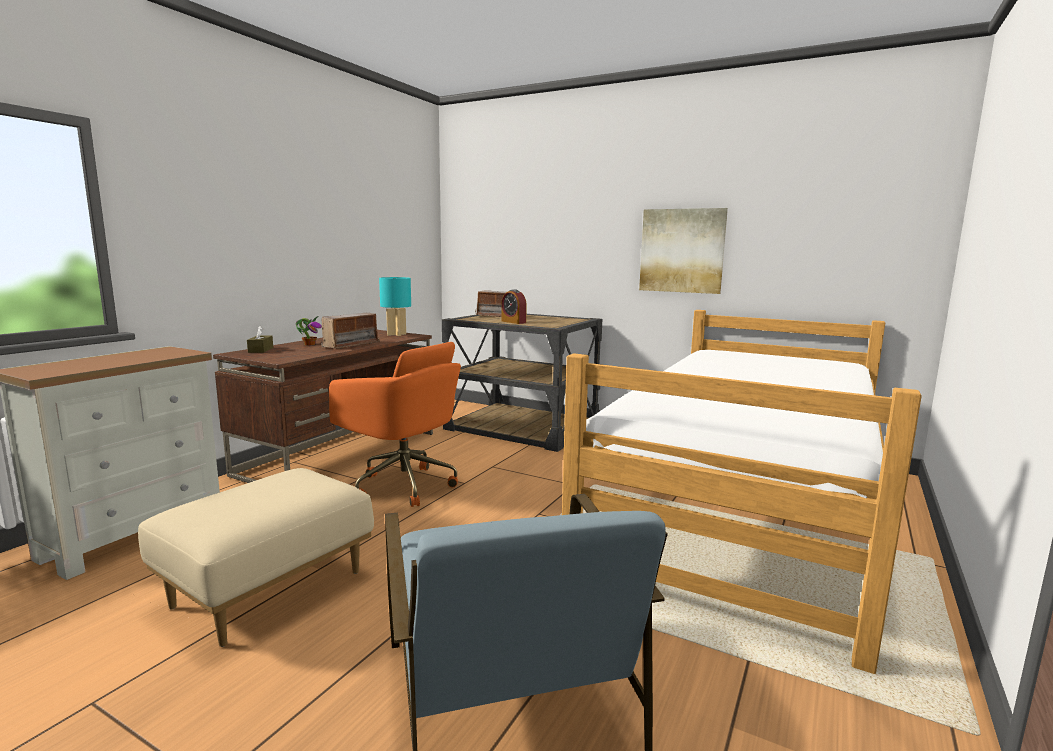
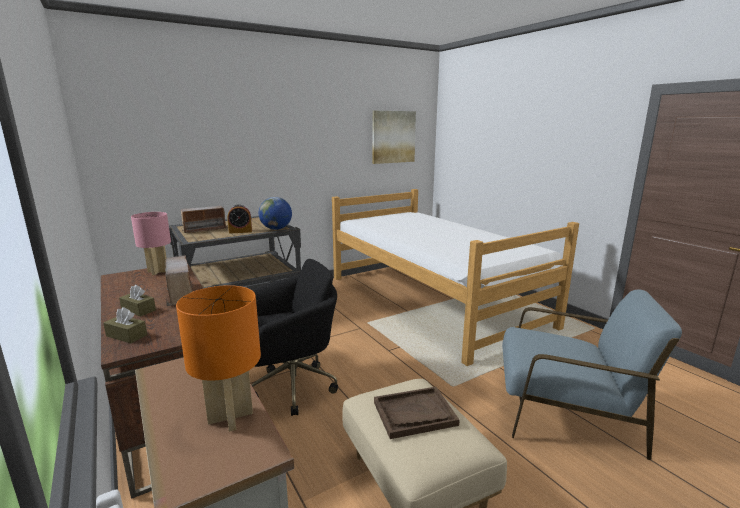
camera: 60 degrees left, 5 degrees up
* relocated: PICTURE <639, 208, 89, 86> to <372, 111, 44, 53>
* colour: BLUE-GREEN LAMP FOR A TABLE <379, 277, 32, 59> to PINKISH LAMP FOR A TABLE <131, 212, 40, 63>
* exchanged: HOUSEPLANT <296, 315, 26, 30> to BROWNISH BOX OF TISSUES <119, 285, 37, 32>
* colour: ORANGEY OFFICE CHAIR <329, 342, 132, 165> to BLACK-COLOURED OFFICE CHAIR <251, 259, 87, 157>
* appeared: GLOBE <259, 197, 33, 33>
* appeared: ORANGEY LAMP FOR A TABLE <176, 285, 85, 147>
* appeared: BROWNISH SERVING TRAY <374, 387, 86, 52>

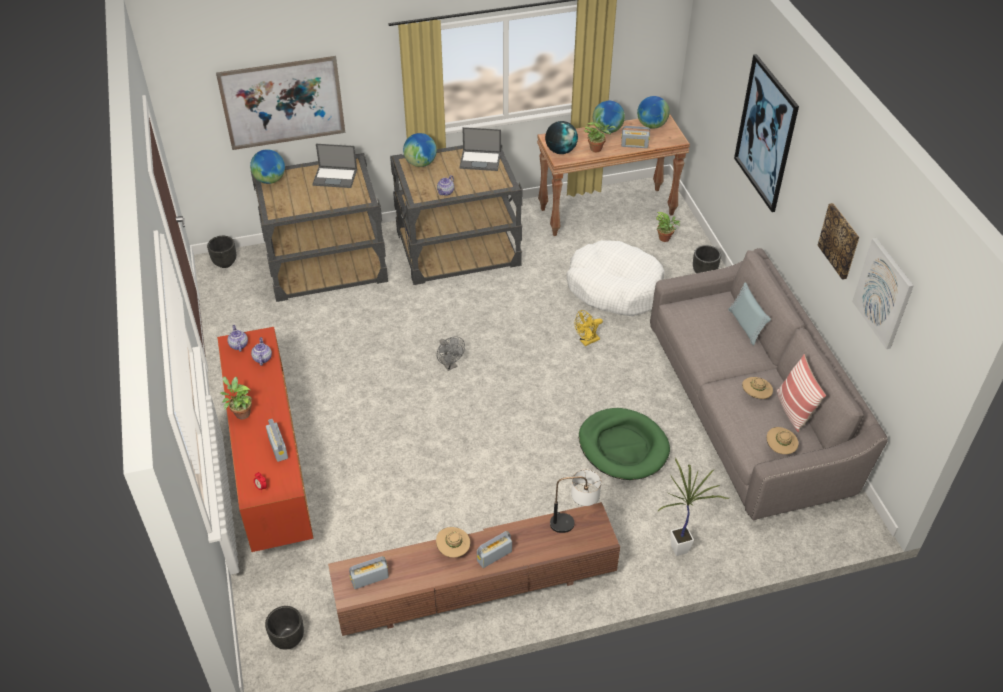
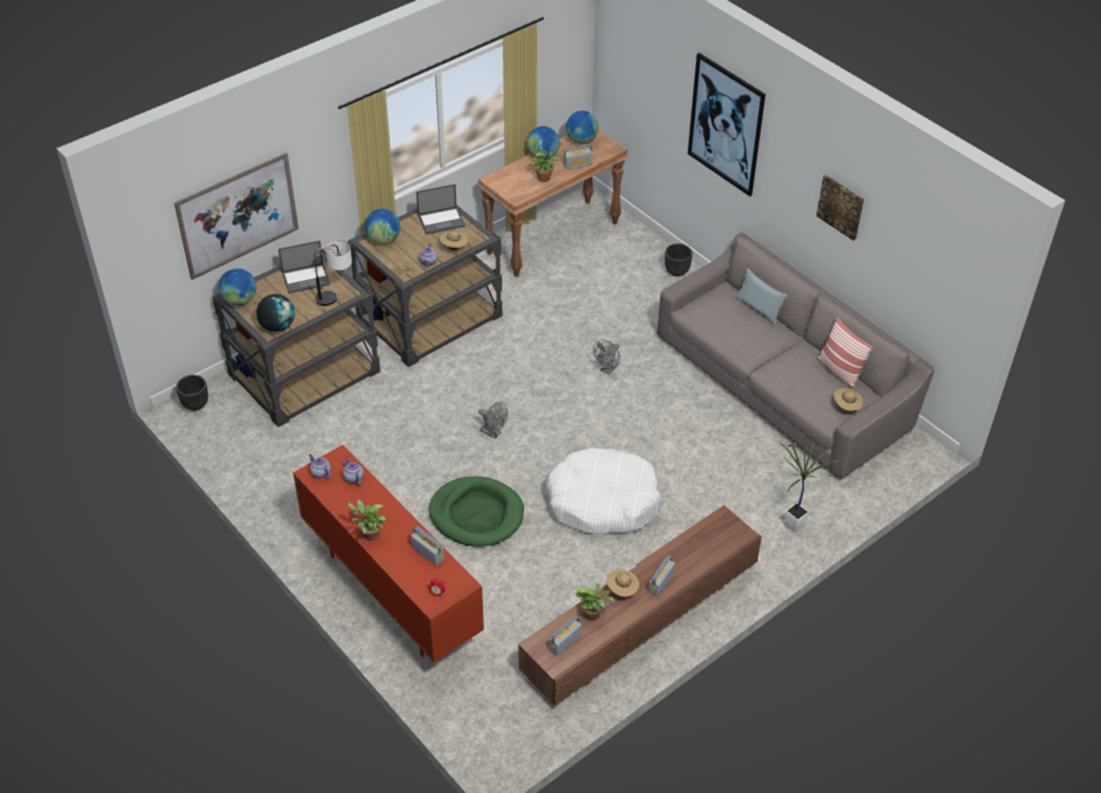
camera: 25 degrees left, 0 degrees up
* relocated: GLOBE <545, 121, 33, 33> to <256, 294, 39, 38>
* relocated: HOUSEPLANT <656, 212, 24, 30> to <576, 583, 39, 38>
* missing: PICTURE <852, 238, 62, 111>
* relocated: WHITISH DOG CUSHION <566, 240, 99, 76> to <545, 448, 116, 86>
* colour: YELLOWISH FAN <575, 310, 28, 36> to GRAY FAN <593, 339, 27, 35>
* relocated: SAND-COLOURED WEARABLE HAT <742, 377, 31, 22> to <440, 231, 28, 19>
* relocated: GREEN DOG CUSHION <579, 408, 91, 72> to <429, 476, 95, 71>
* relocated: LAMP FOR A TABLE <550, 469, 51, 64> to <314, 240, 38, 66>
* missing: BLACK-COLOURED FLOWER POT <265, 606, 39, 43>

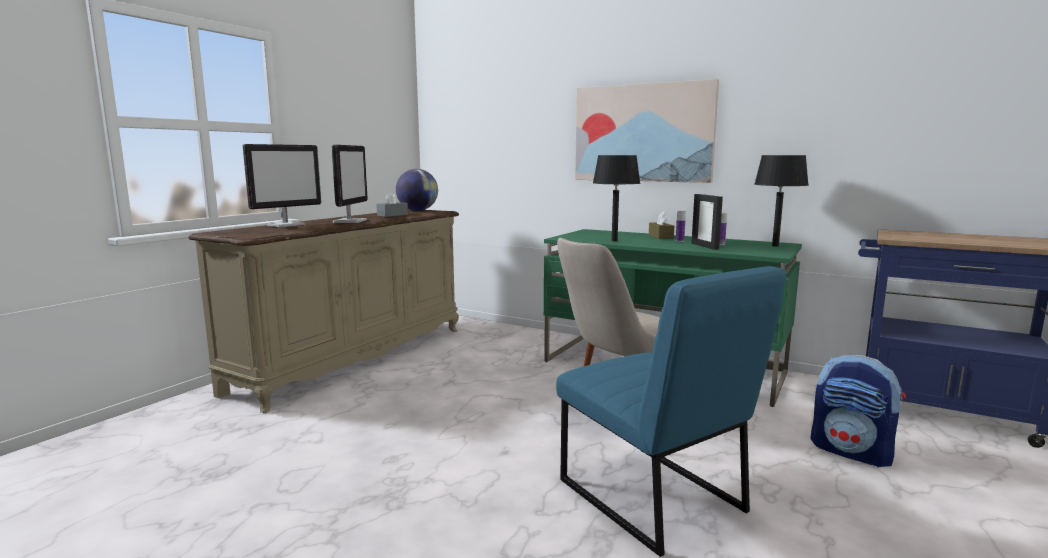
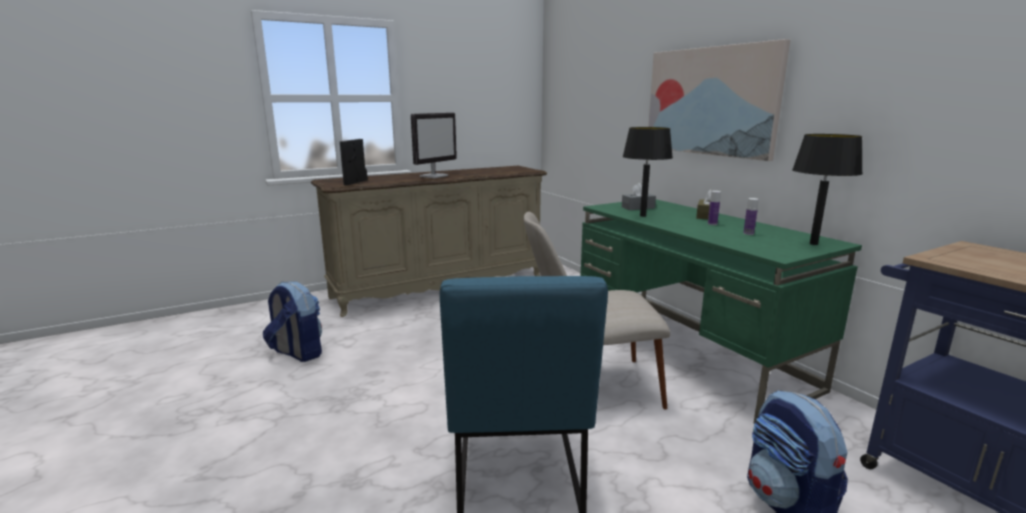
camera: 30 degrees right, 5 degrees up
* missing: MONITOR <243, 144, 78, 83>
* missing: GLOBE <396, 169, 42, 42>
* relocated: GRAY BOX OF TISSUES <376, 192, 32, 25> to <622, 183, 34, 27>
* relocated: PHOTO FRAME <691, 194, 32, 56> to <340, 139, 28, 46>
* appeared: BACKPACK <263, 282, 59, 80>

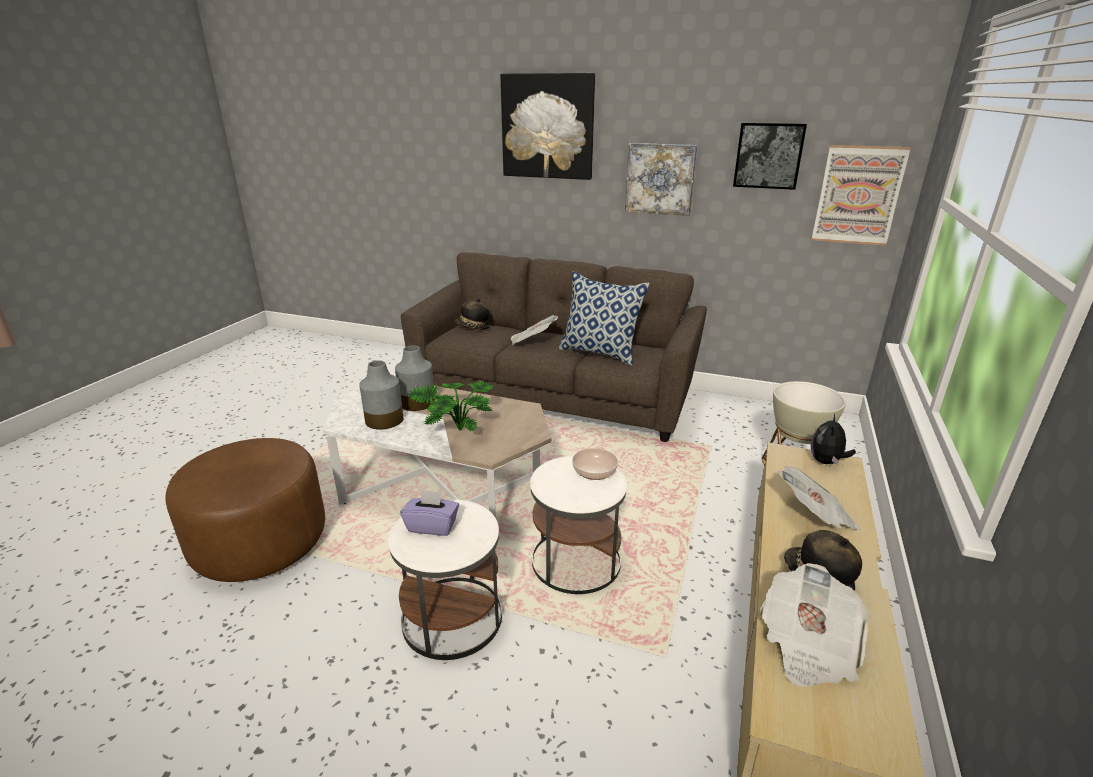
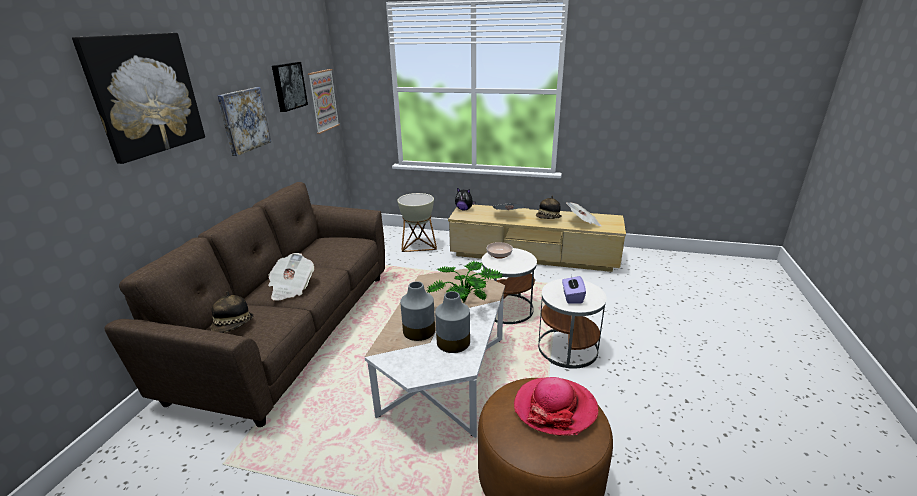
camera: 95 degrees left, 0 degrees up
* missing: PILLOW <559, 271, 91, 95>
* appeared: WEARABLE HAT <514, 377, 84, 59>

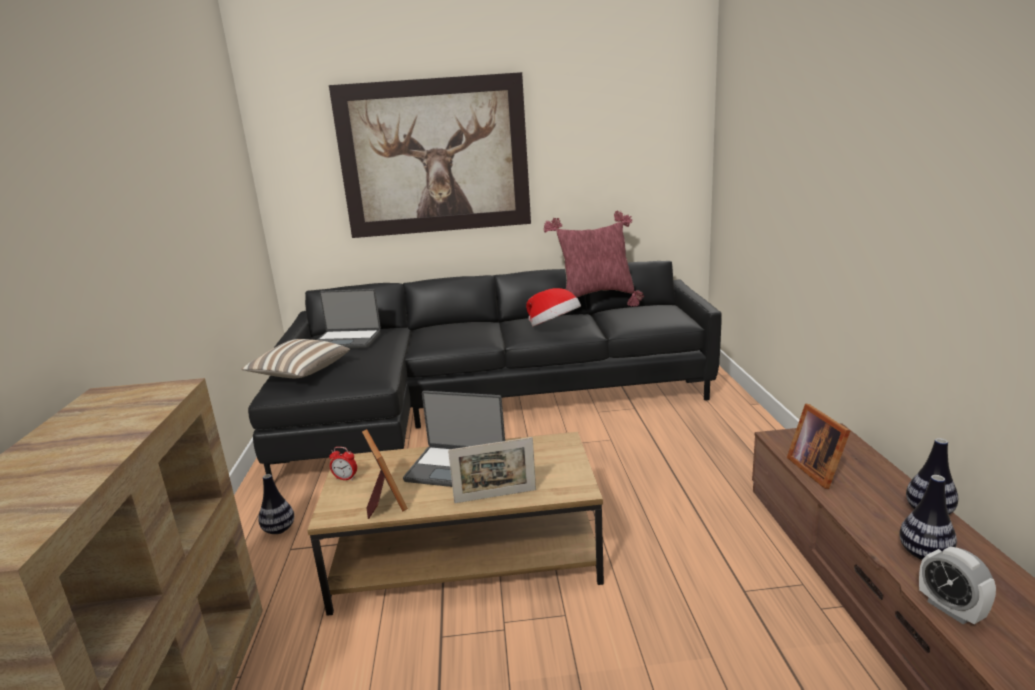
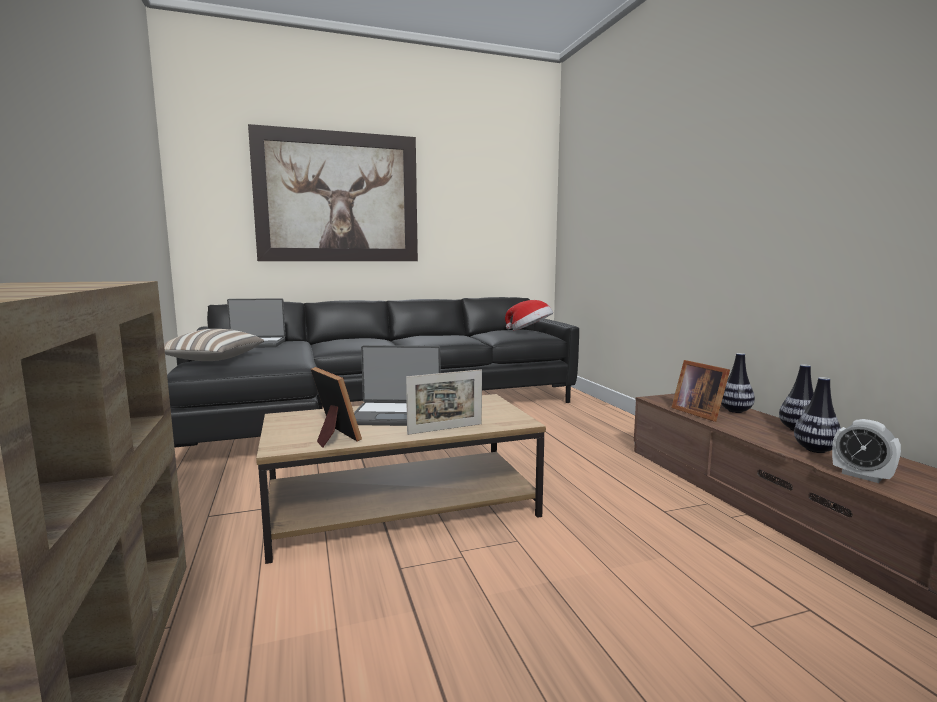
camera: 15 degrees left, 10 degrees down
* missing: RED PILLOW <544, 211, 100, 96>
* relocated: WEARABLE HAT <526, 288, 55, 39> to <505, 300, 48, 31>
* missing: ALARM CLOCK <329, 447, 28, 34>
* relocated: VASE <258, 474, 36, 60> to <721, 353, 34, 60>

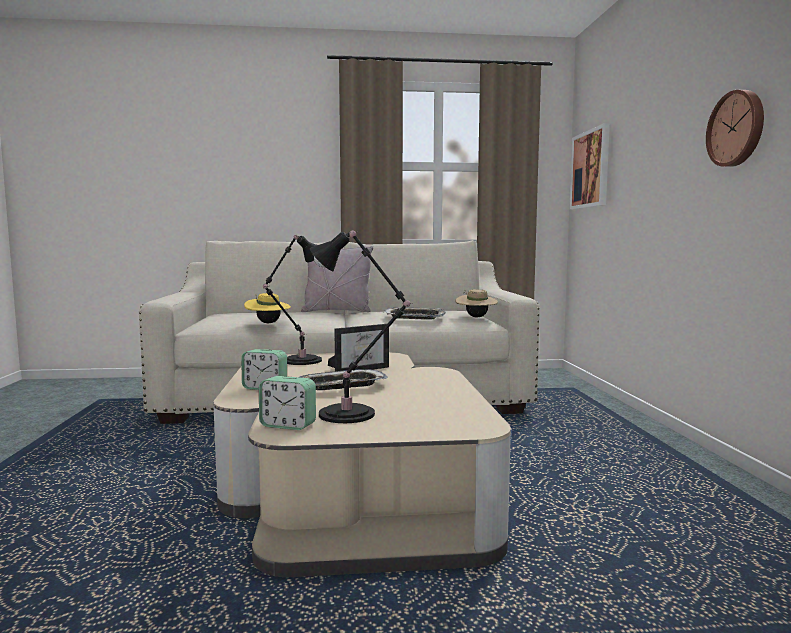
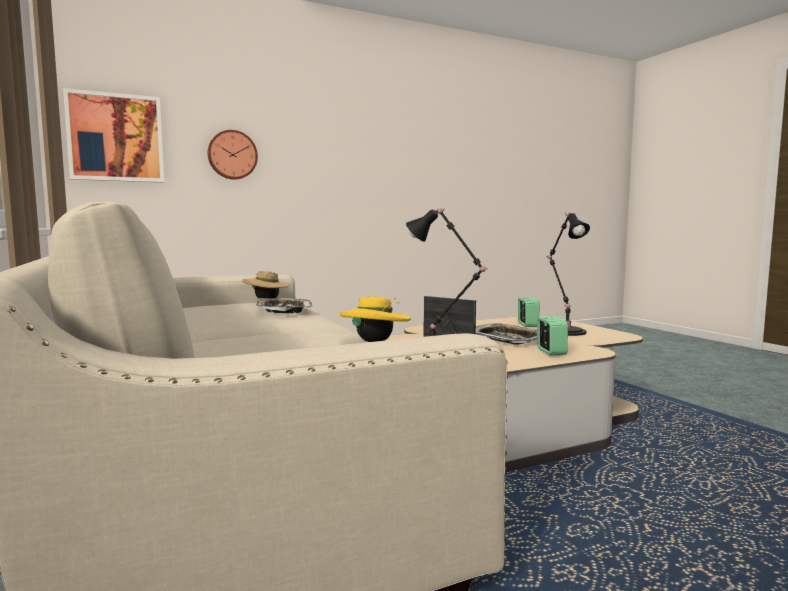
camera: 110 degrees left, 0 degrees up
* relocated: CLOCK ON THE WALL <706, 90, 58, 77> to <208, 130, 50, 50>
* missing: PURPLISH PILLOW <301, 246, 72, 66>
* relocated: ALARM CLOCK <259, 376, 57, 54> to <518, 297, 22, 30>

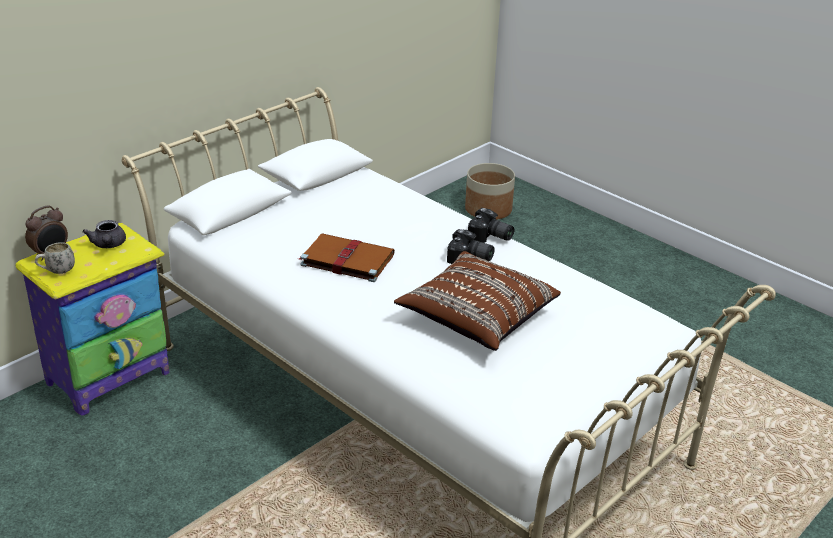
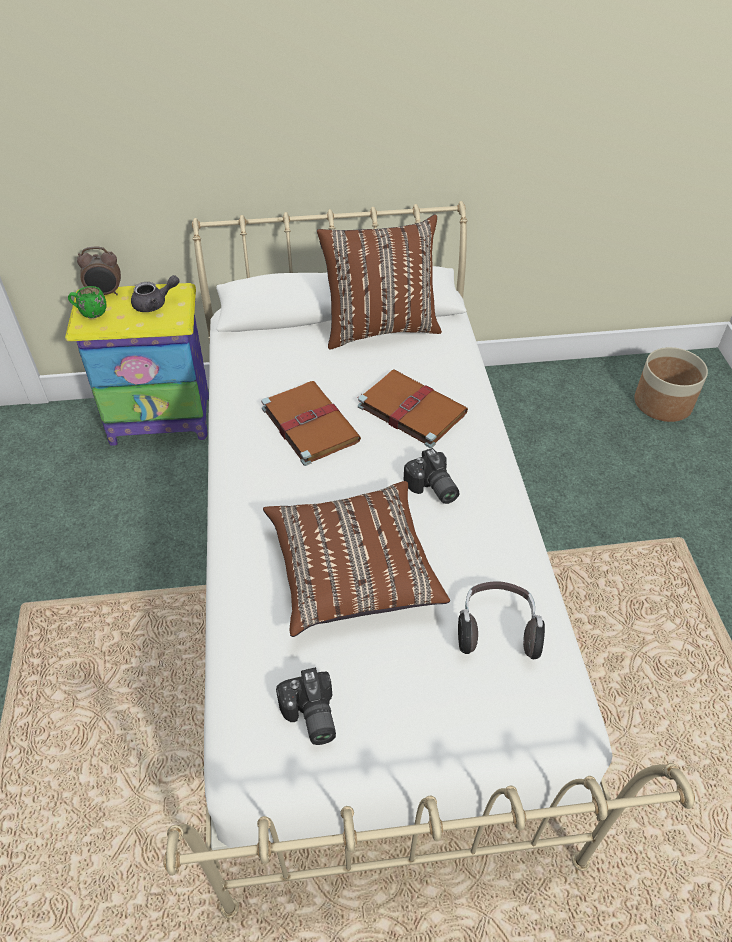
camera: 40 degrees right, 15 degrees up
* relocated: PHOTO CAMERA <468, 208, 47, 35> to <276, 667, 60, 78>
* spun: GRAY POT FOR TEA <82, 220, 44, 28> = <131, 275, 49, 37> 135 degrees counterclockwise
* colour: WHITISH MUG <35, 242, 40, 32> to GREEN MUG <68, 286, 38, 32>
* appeared: BROWNISH PILLOW <317, 214, 125, 135>
* appeared: BROWNISH VOLUME <358, 369, 110, 79>
* appeared: PAIR OF HEADPHONES <458, 581, 87, 78>

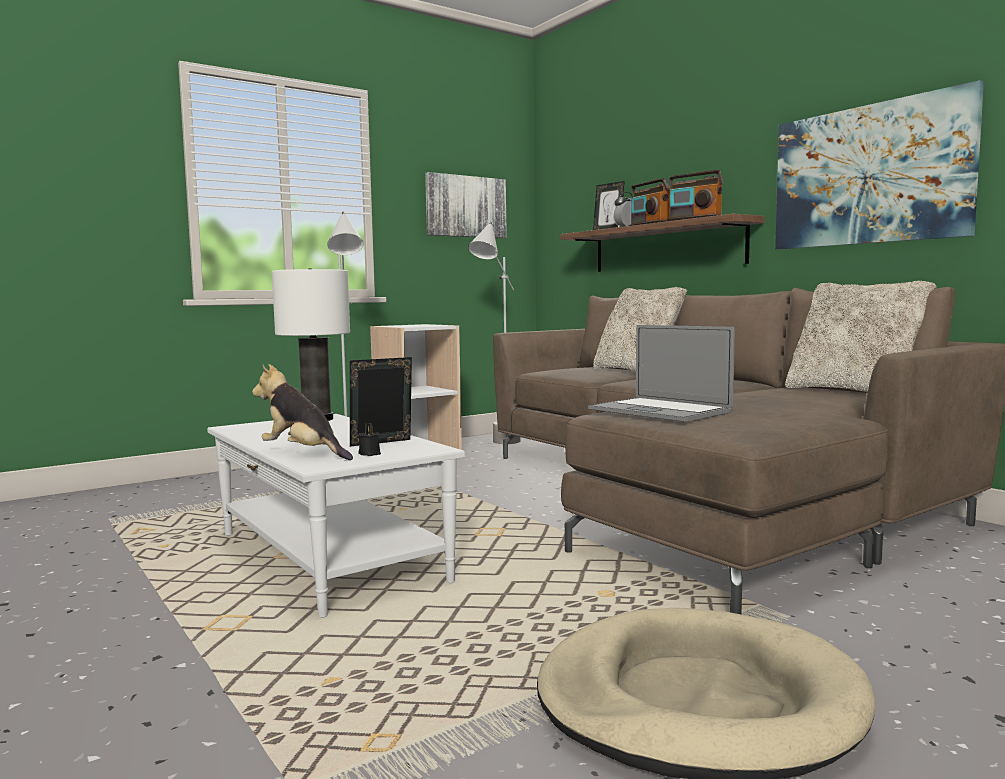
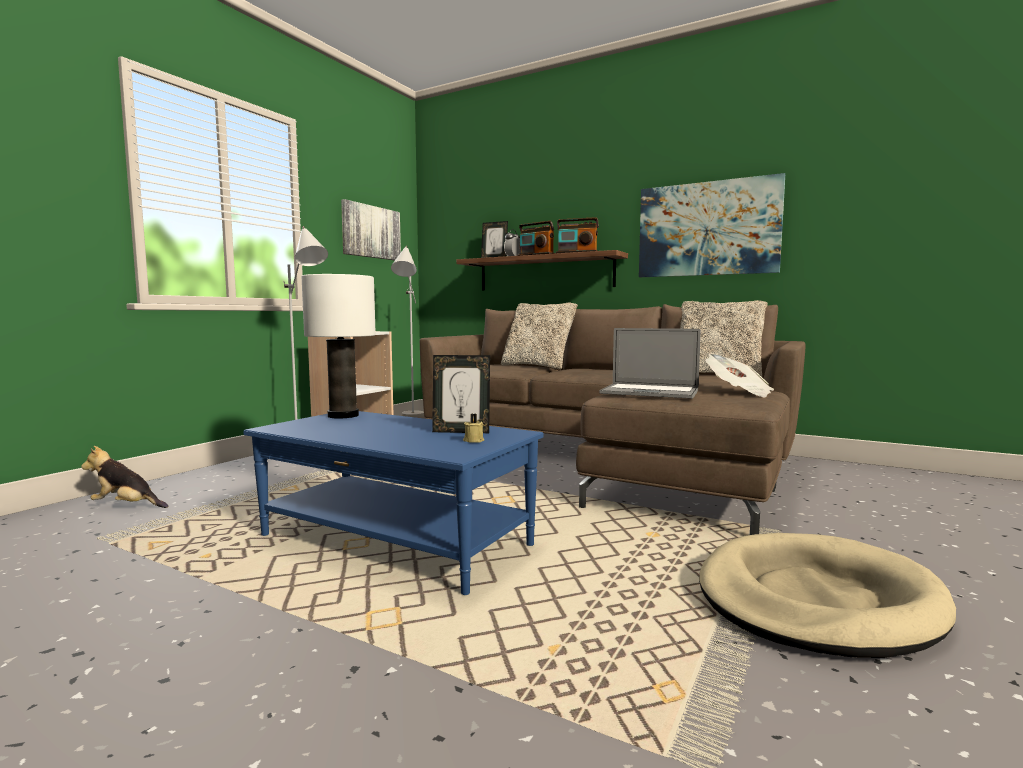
camera: 25 degrees left, 0 degrees up
* spun: PHOTO FRAME <350, 357, 62, 90> = <432, 355, 58, 78> 120 degrees counterclockwise
* relocated: PLUSH TOY <252, 364, 101, 96> to <81, 446, 87, 62>
* colour: WHITISH LOW TABLE <207, 414, 258, 204> to BLUISH LOW TABLE <243, 411, 300, 184>
* colour: BLACK-COLOURED WAX CANDLE <358, 424, 23, 32> to SAND-COLOURED WAX CANDLE <463, 414, 21, 29>
* appeared: DAILY PAPER <706, 353, 68, 44>

